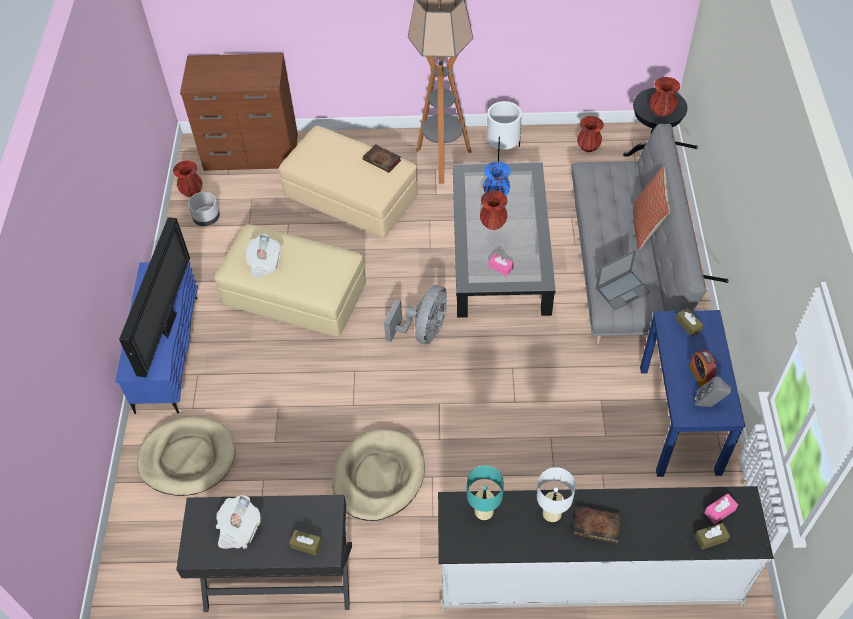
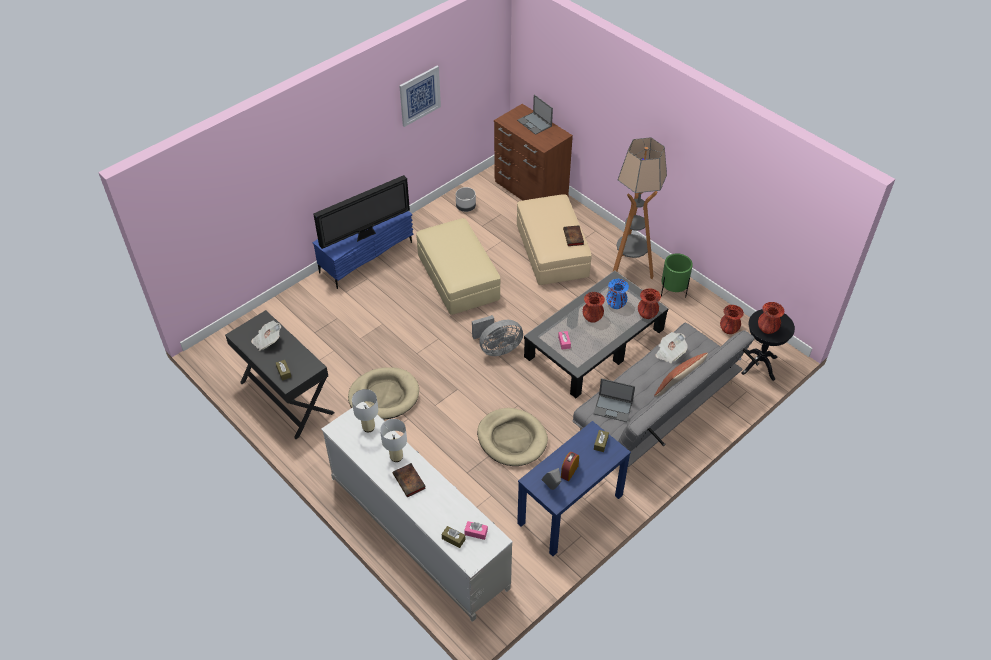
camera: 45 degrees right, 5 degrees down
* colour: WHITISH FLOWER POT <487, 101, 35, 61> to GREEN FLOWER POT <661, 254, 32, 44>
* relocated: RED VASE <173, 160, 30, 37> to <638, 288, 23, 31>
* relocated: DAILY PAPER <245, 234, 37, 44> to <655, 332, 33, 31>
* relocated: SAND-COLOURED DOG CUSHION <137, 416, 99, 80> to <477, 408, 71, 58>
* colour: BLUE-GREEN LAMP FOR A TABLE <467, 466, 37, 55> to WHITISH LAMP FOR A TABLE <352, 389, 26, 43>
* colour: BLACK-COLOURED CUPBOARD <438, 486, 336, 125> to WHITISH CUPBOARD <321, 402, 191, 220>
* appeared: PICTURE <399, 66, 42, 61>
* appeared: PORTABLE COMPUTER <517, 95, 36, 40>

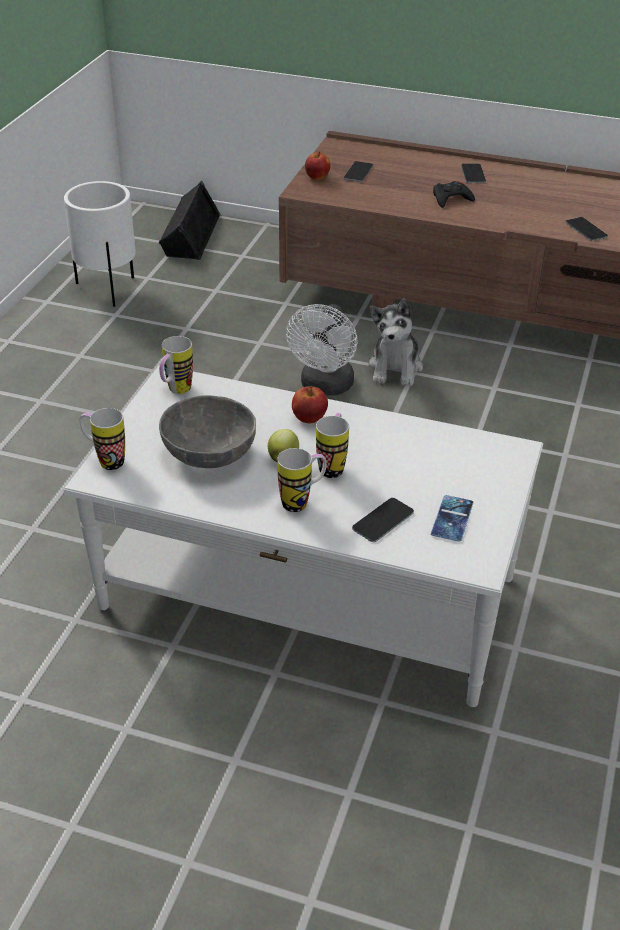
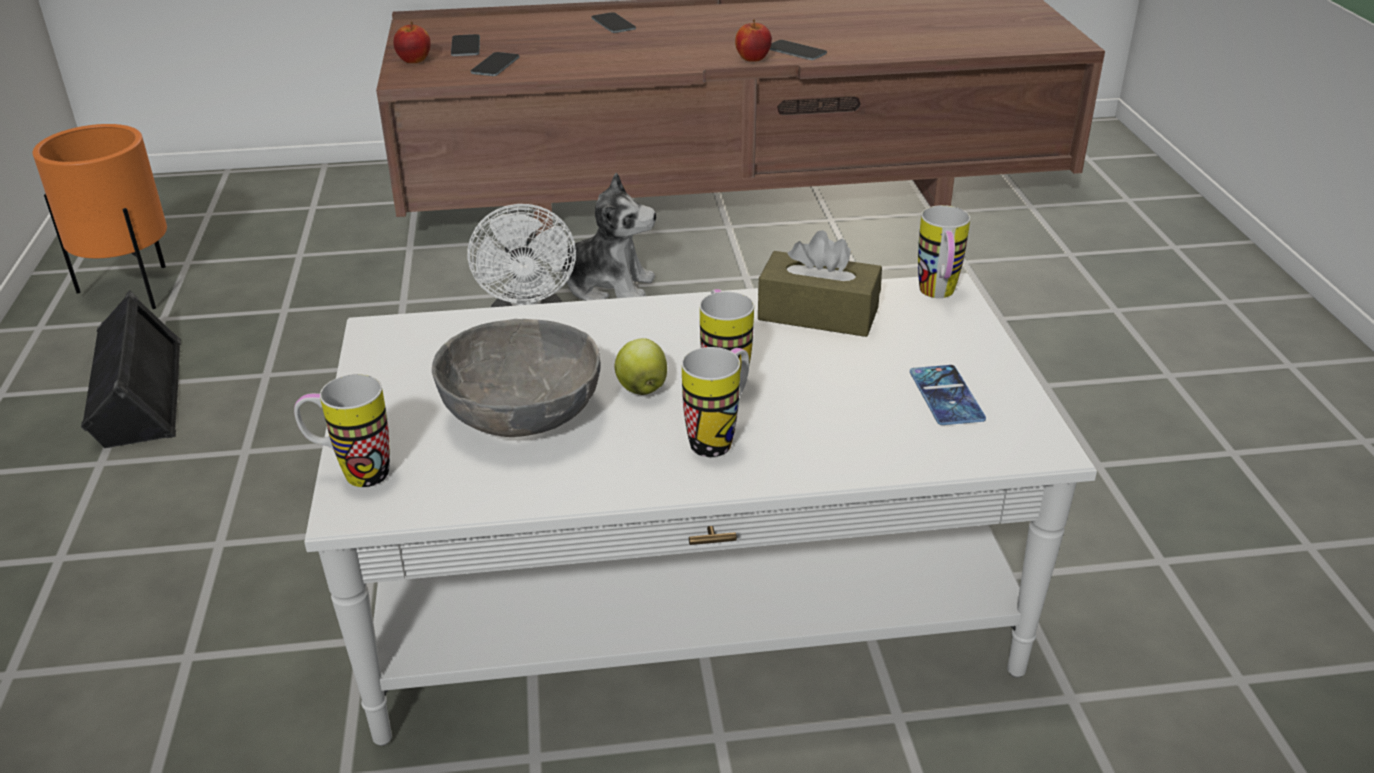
camera: 25 degrees left, 5 degrees down
* colour: WHITISH FLOWER POT <64, 181, 72, 126> to ORANGEY FLOWER POT <33, 124, 134, 185>
* relocated: BLACK-COLOURED SPEAKER <159, 181, 62, 79> to <81, 290, 100, 158>
* missing: BLACK-COLOURED JOYPAD <433, 181, 42, 27>
* spun: PLUSH TOY <368, 298, 55, 89> = <561, 173, 95, 128> 60 degrees counterclockwise
* relocated: MUG <159, 336, 34, 58> to <918, 205, 52, 93>
* relocated: WHOLE APPLE <292, 386, 36, 38> to <735, 19, 37, 43>
* relocated: TELEPHONE <352, 498, 62, 44> to <471, 52, 48, 24>
* appeared: BROWNISH BOX OF TISSUES <758, 230, 124, 107>

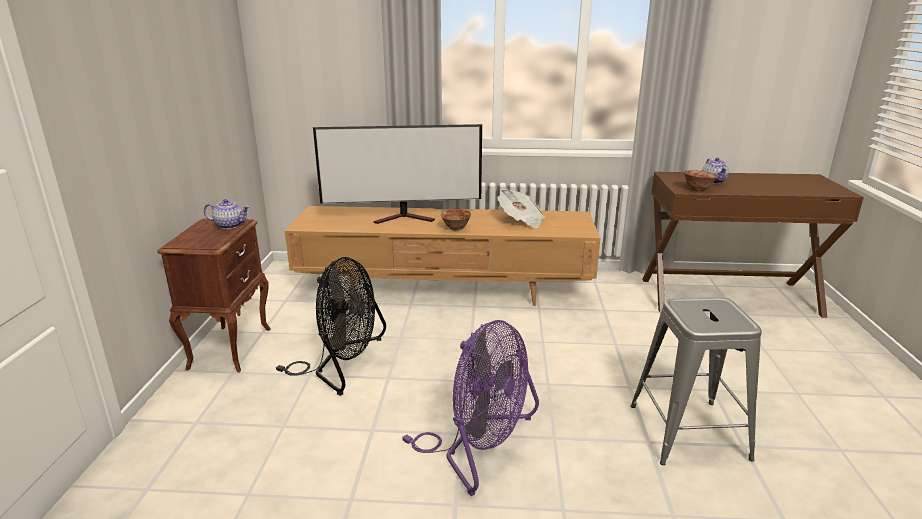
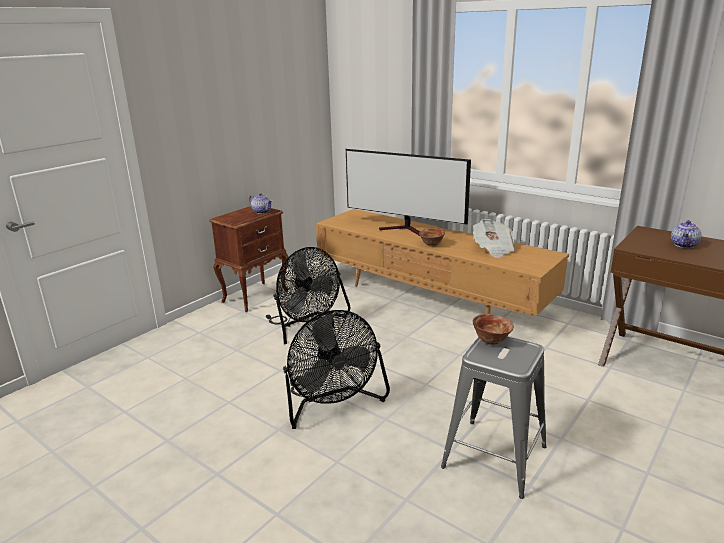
camera: 35 degrees right, 0 degrees up
* relocated: BOWL <684, 170, 34, 21> to <472, 314, 42, 31>
* colour: PURPLISH FAN <402, 320, 137, 176> to BLACK-COLOURED FAN <283, 310, 107, 119>

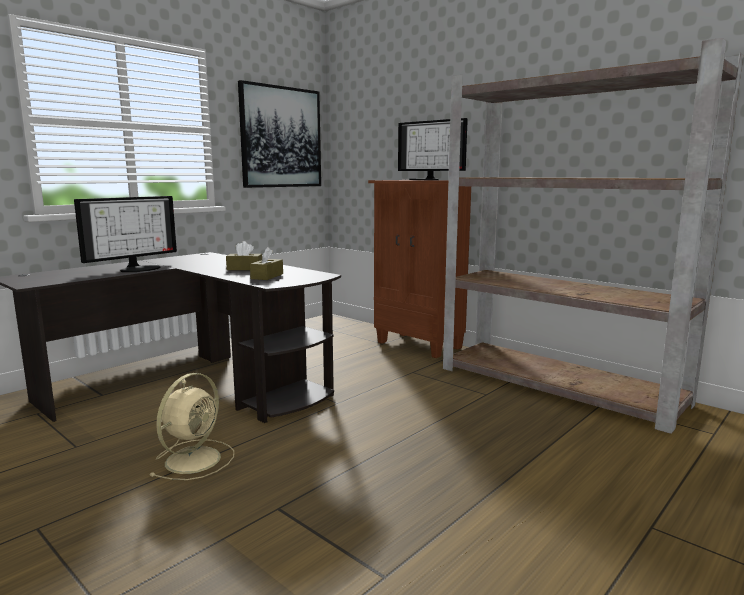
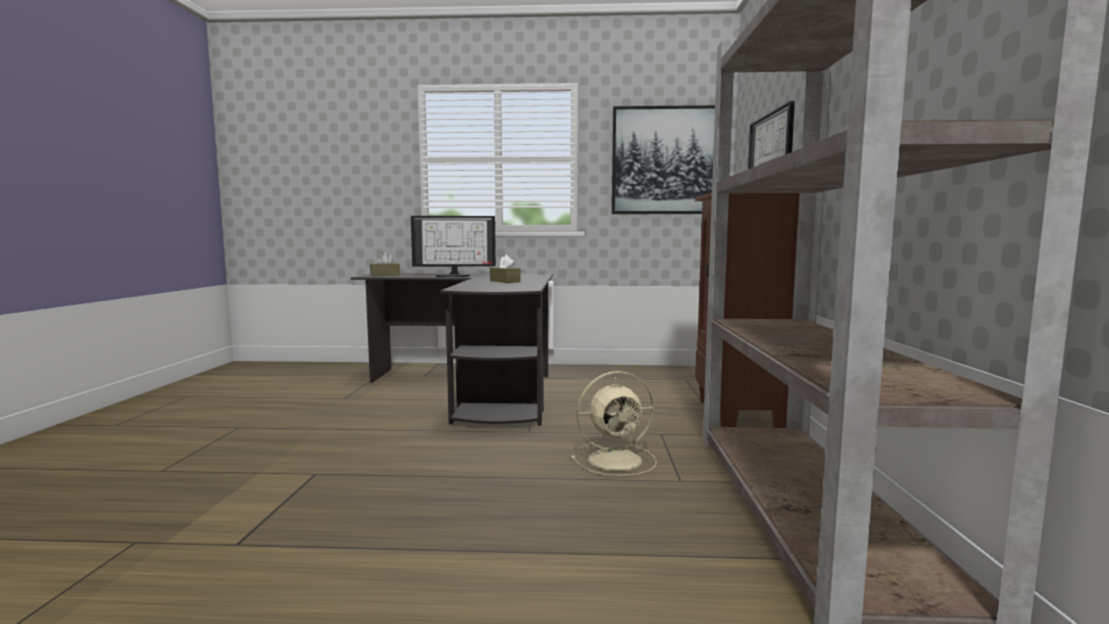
camera: 50 degrees right, 5 degrees down
* relocated: BROWNISH BOX OF TISSUES <250, 247, 33, 33> to <370, 252, 30, 24>
* relocated: SAND-COLOURED FAN <149, 373, 85, 107> to <571, 371, 86, 105>

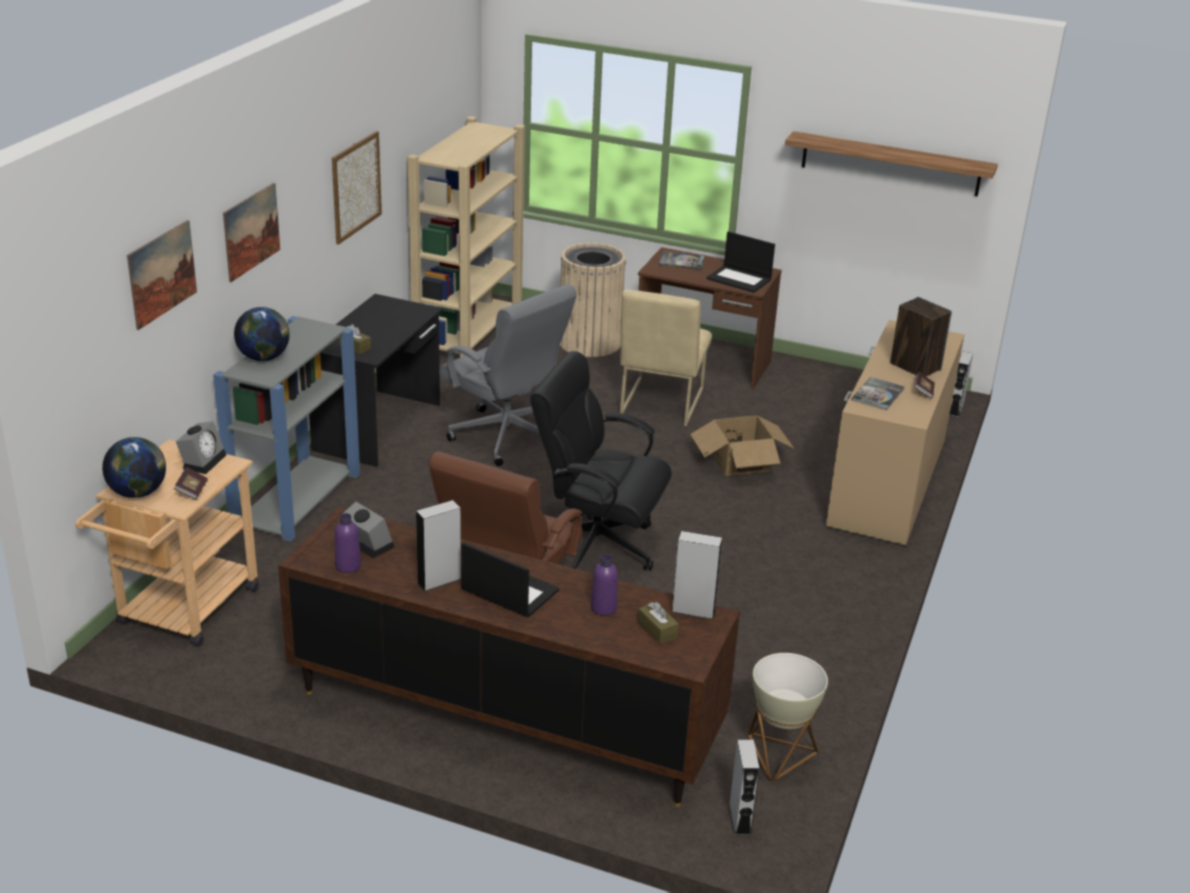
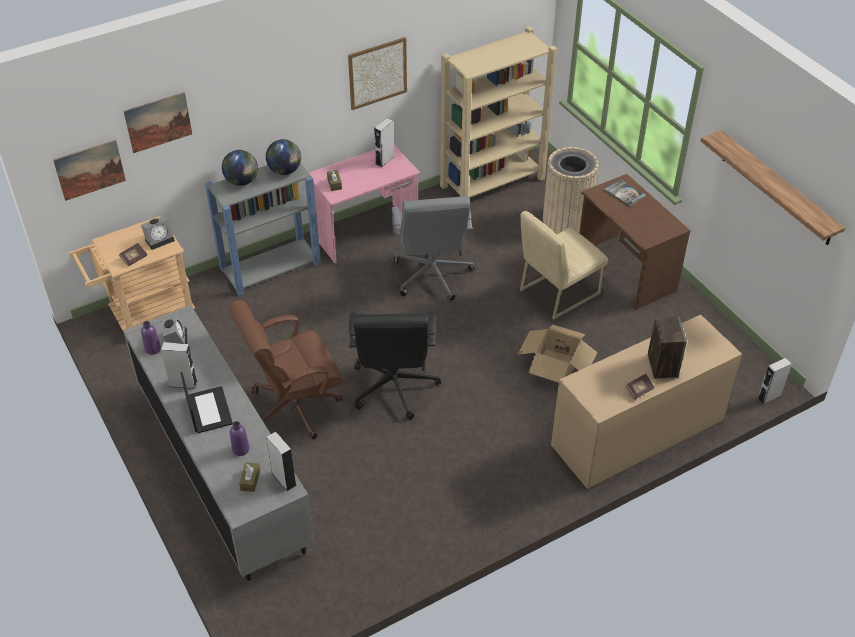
camera: 40 degrees right, 15 degrees up
* relocated: PICTURE <223, 183, 57, 99> to <53, 140, 73, 61>
* missing: PORTABLE COMPUTER <706, 231, 69, 62>
* colour: BLACK-COLOURED DESK UNIT <309, 294, 134, 173> to PINKISH DESK UNIT <309, 145, 111, 118>
* spun: BLACK-COLOURED OFFICE CHAIR <530, 351, 142, 220> = <349, 311, 92, 108> 150 degrees counterclockwise
* missing: VOLUME <851, 377, 53, 33>
* relocated: GLOBE <102, 437, 64, 61> to <266, 139, 35, 36>
* colour: BROWNISH CUPBOARD <278, 507, 462, 300> to GRAY CUPBOARD <123, 305, 192, 277>
* missing: FLOWER POT <748, 653, 80, 128>
* relocated: GRAY SPEAKER <729, 739, 31, 96> to <374, 118, 20, 49>

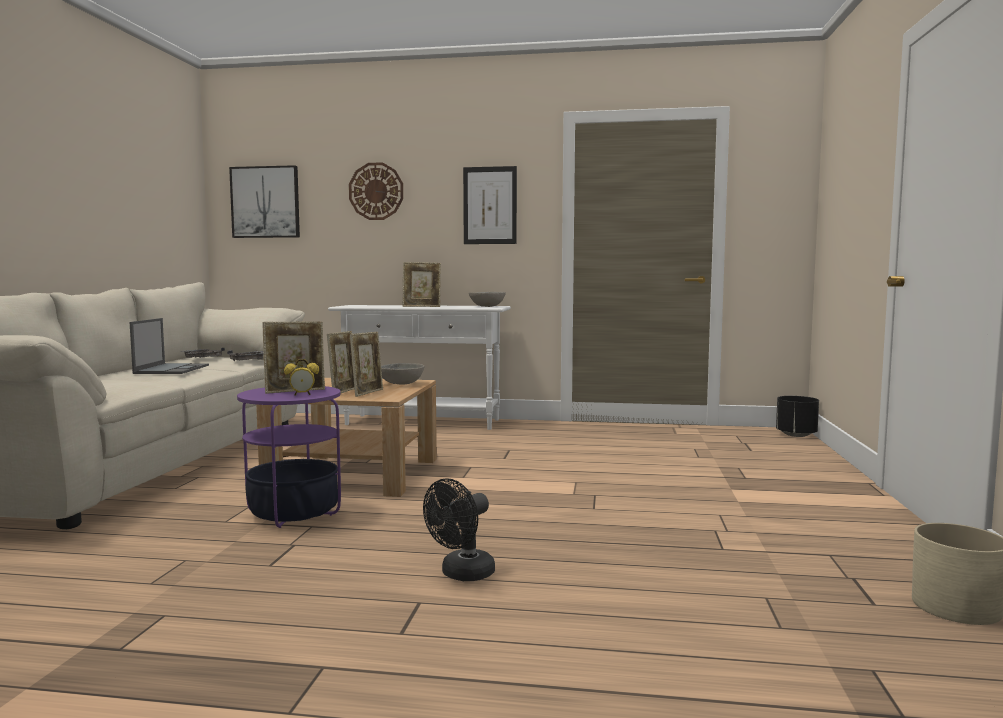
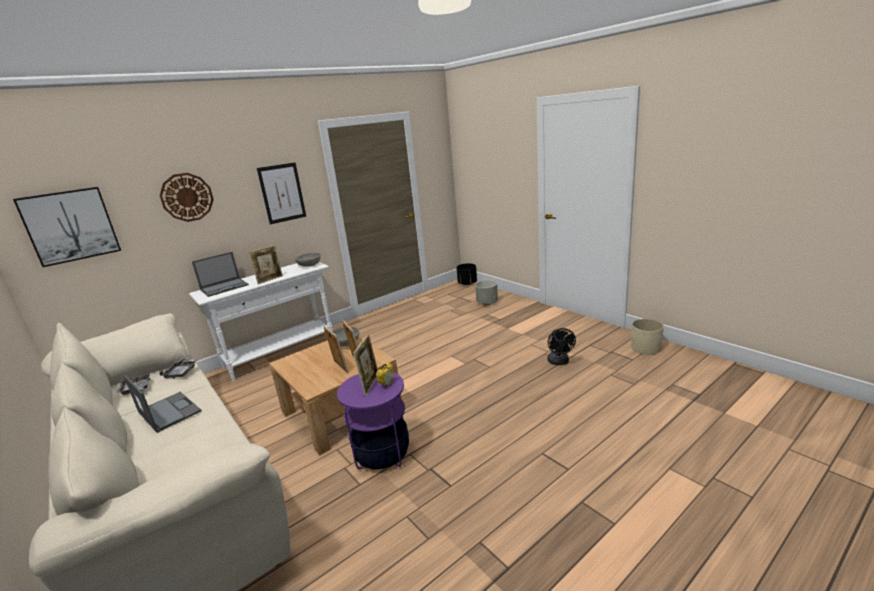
camera: 45 degrees left, 15 degrees up
* relocated: BLACK-COLOURED FAN <423, 478, 72, 103> to <547, 328, 29, 37>
* appeared: PORTABLE COMPUTER <192, 252, 57, 45>
* appeared: GRAY FLOWER POT <475, 280, 23, 25>

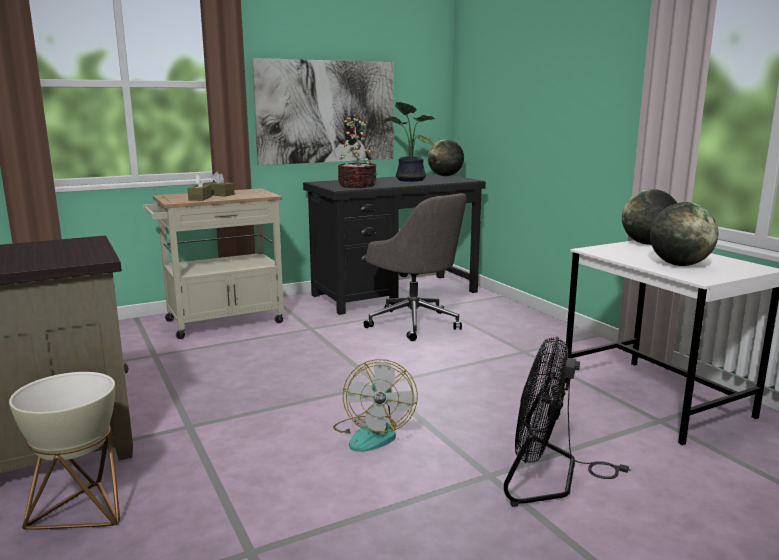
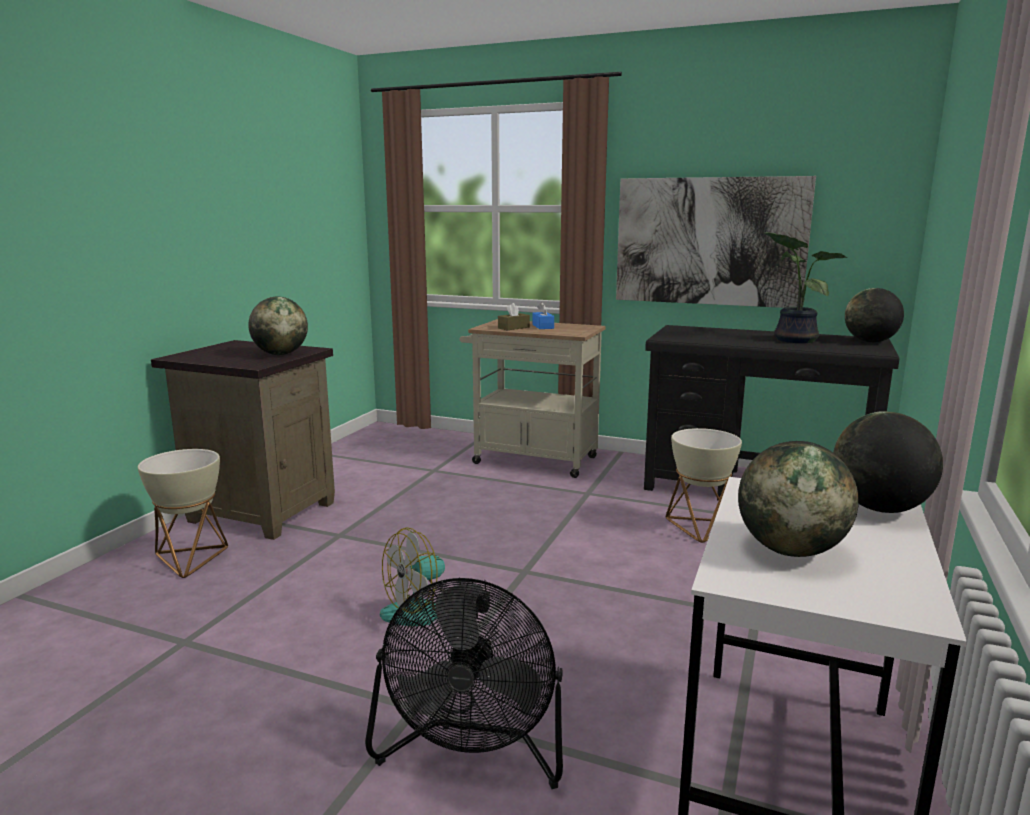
camera: 50 degrees right, 0 degrees up
* missing: HOUSEPLANT <338, 116, 39, 72>
* colour: BROWNISH BOX OF TISSUES <204, 172, 31, 25> to BLUISH BOX OF TISSUES <532, 302, 22, 27>
* exchanged: GRAY OFFICE CHAIR <364, 193, 102, 148> to FLOWER POT <666, 428, 76, 115>
* spun: BLACK-COLOURED FAN <504, 337, 127, 170> = <365, 577, 198, 212> 150 degrees counterclockwise
* appeared: GLOBE <248, 296, 60, 59>

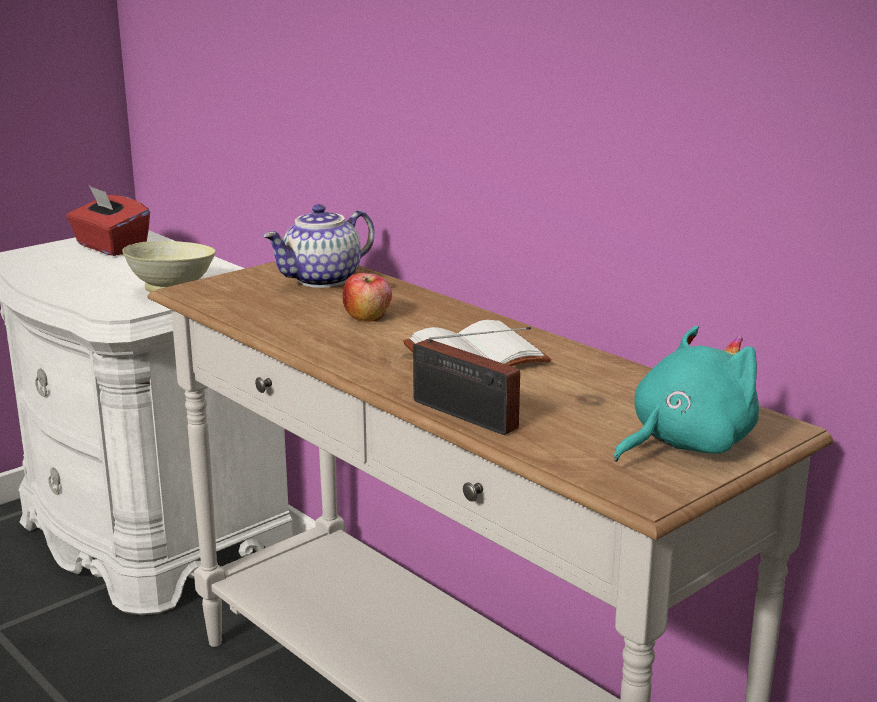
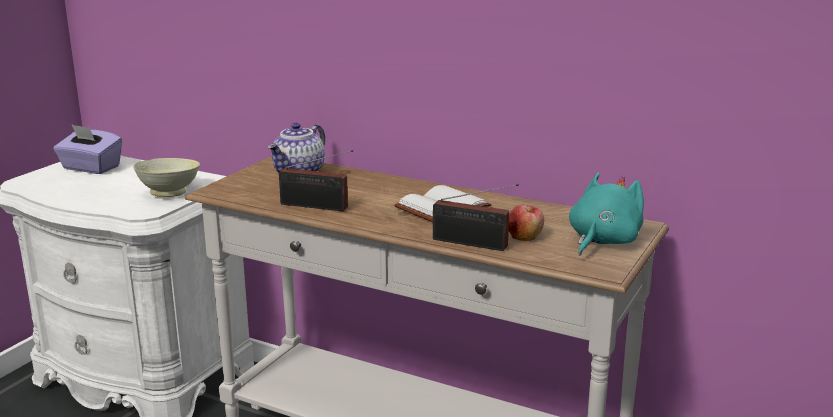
camera: 20 degrees left, 0 degrees up
* colour: RED BOX OF TISSUES <66, 186, 84, 70> to PURPLISH BOX OF TISSUES <54, 124, 68, 50>
* relocated: WHOLE APPLE <342, 273, 50, 49> to <509, 205, 35, 36>
* appeared: RADIO RECEIVER <279, 150, 74, 61>

